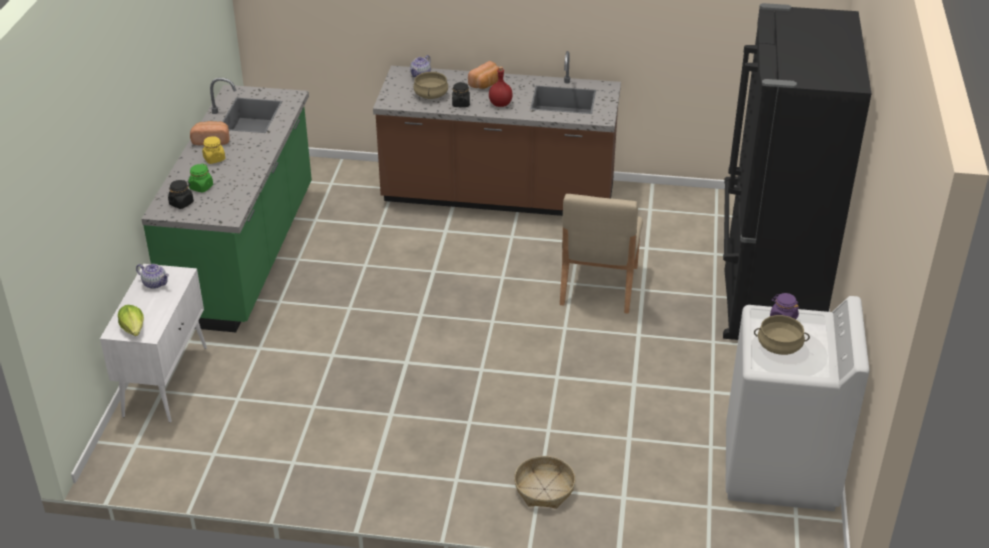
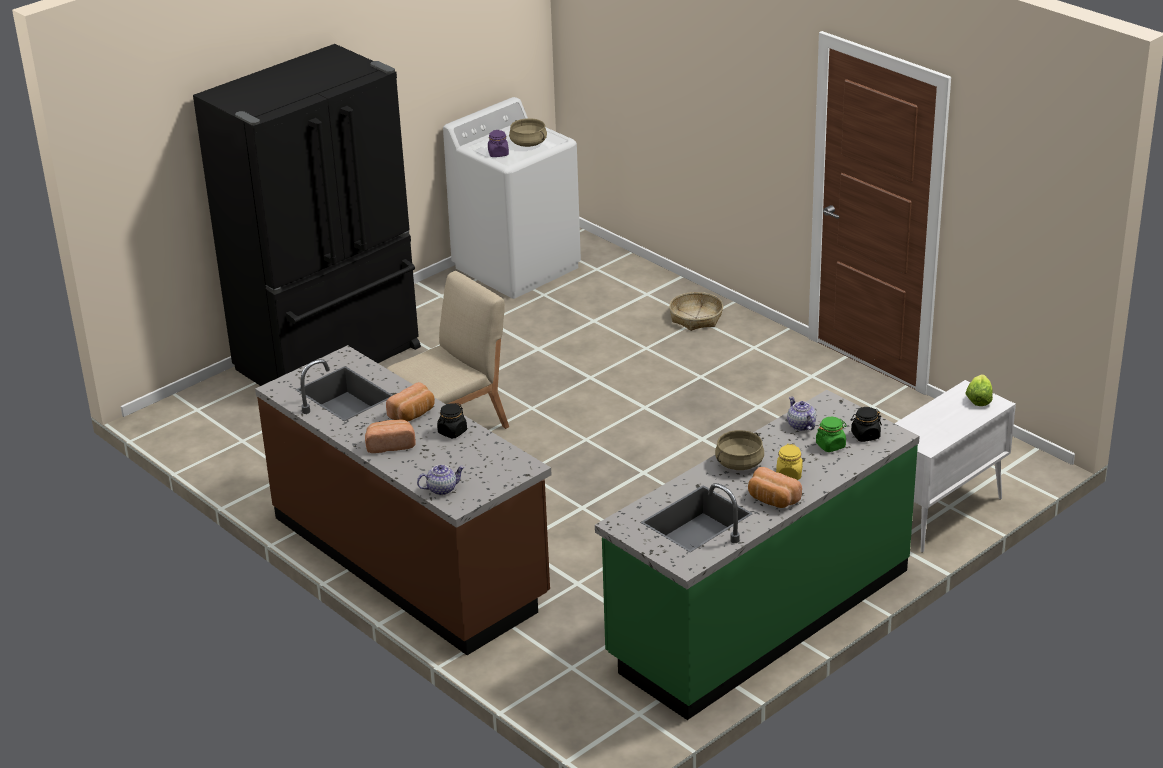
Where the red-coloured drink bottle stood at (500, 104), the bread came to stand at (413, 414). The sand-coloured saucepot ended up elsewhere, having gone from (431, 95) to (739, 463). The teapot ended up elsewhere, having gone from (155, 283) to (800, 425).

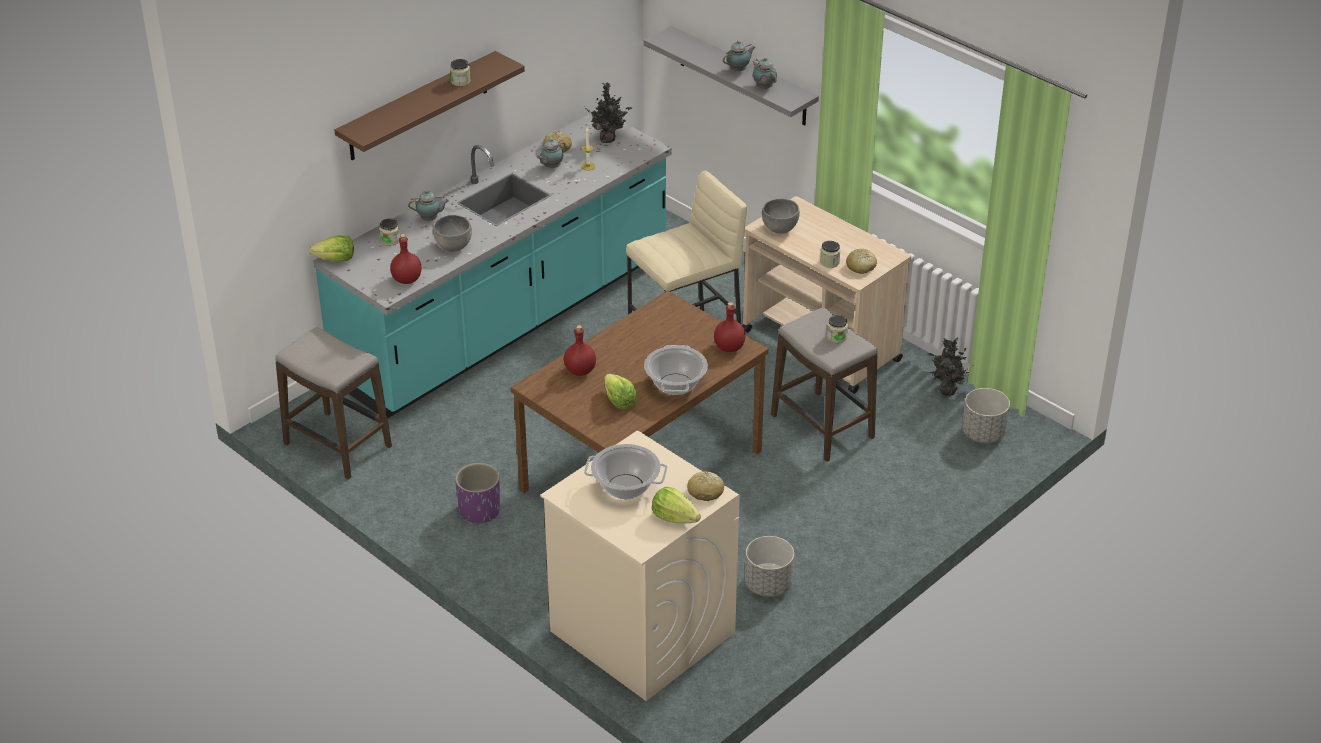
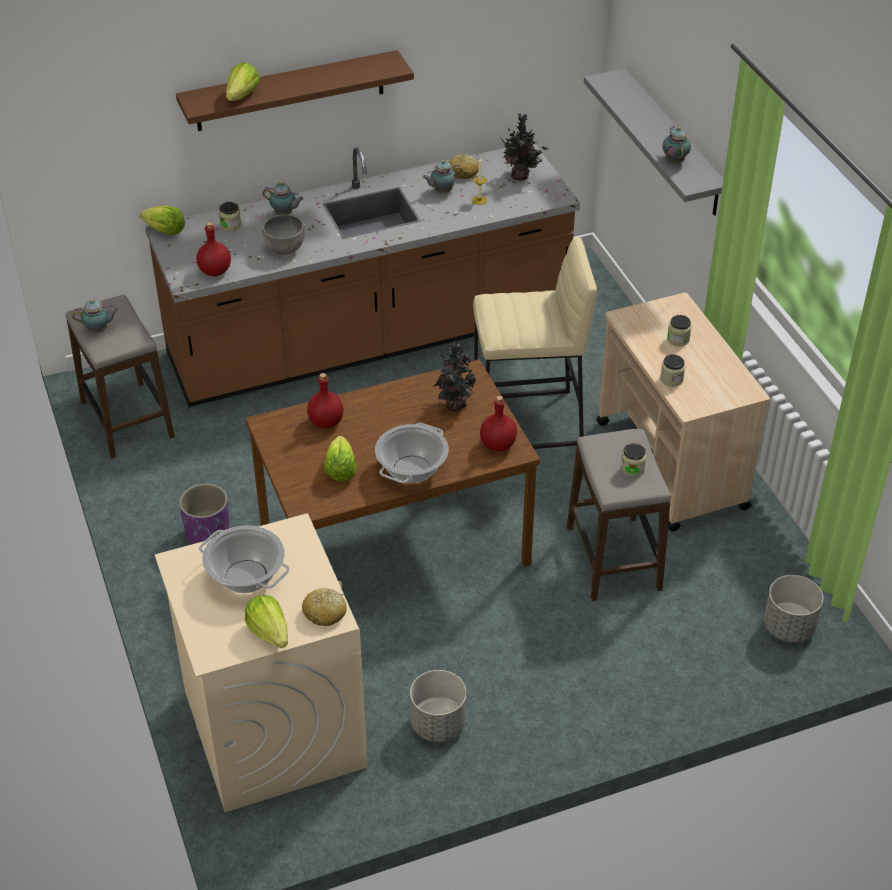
The teapot ended up elsewhere, having gone from (739, 70) to (99, 330). The jar ended up elsewhere, having gone from (460, 81) to (678, 339). What was the turquoise-coloured counter at (506, 321) turned into the brownish counter at (369, 339). The second view lost the grey deep dish at (779, 229). The second view lost the bread at (861, 266). The potted plant ended up elsewhere, having gone from (946, 391) to (453, 404). The second view gained the lettuce head at (242, 95).

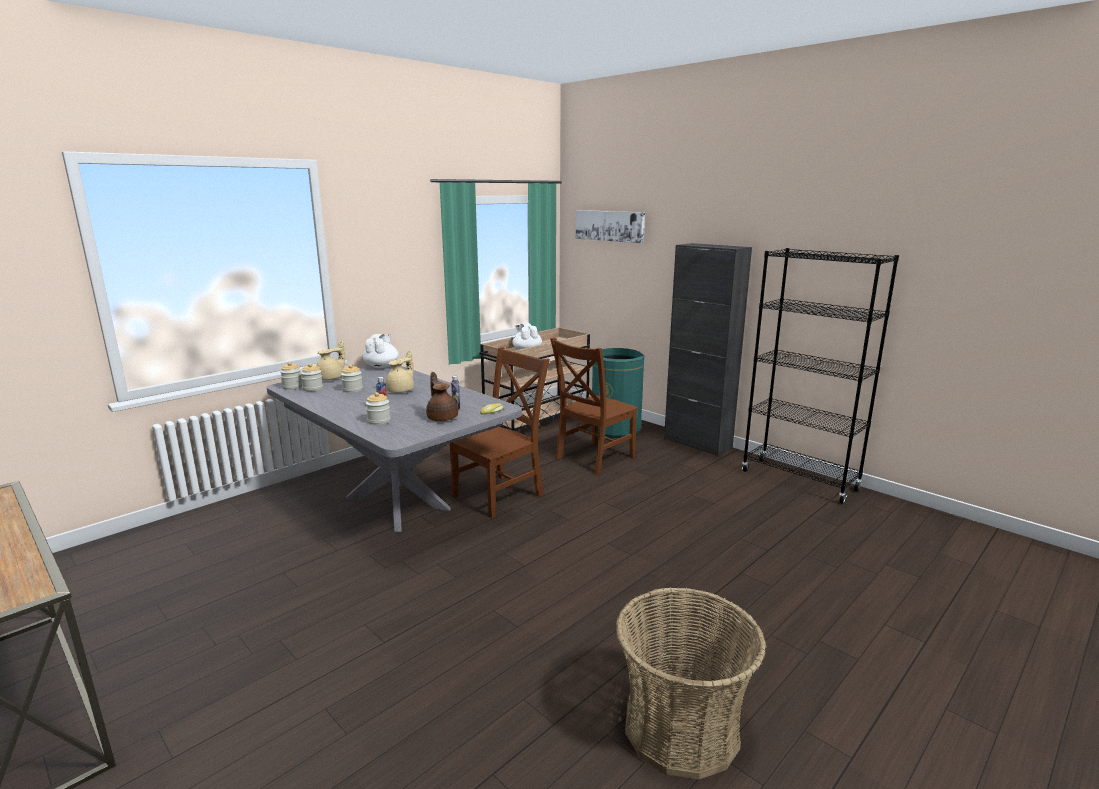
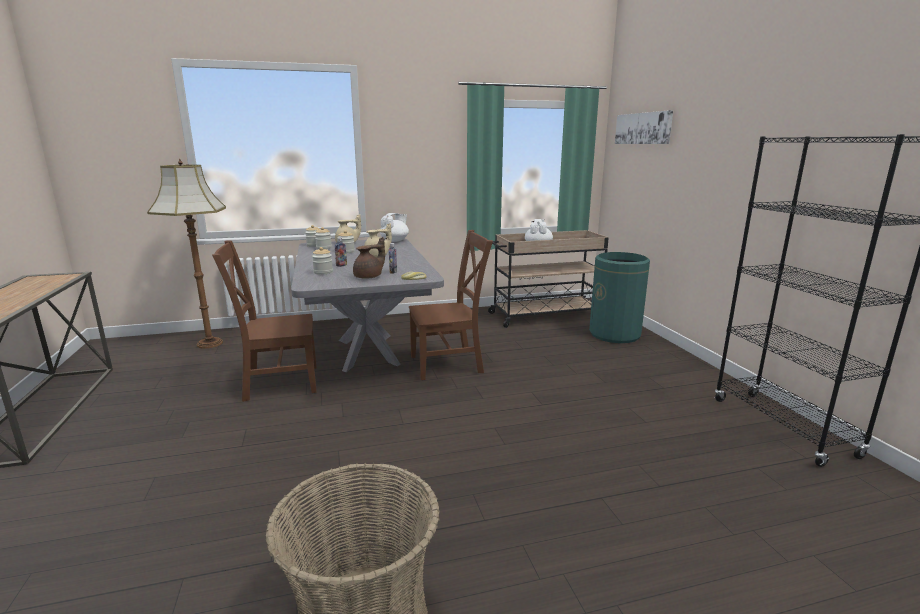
The second view lost the blackish cabinet at (697, 443). The brownish plain chair ended up elsewhere, having gone from (592, 458) to (277, 383). The brownish teapot at (442, 417) ended up facing another way, 45 degrees clockwise from before. The second view gained the standing lamp at (210, 344).

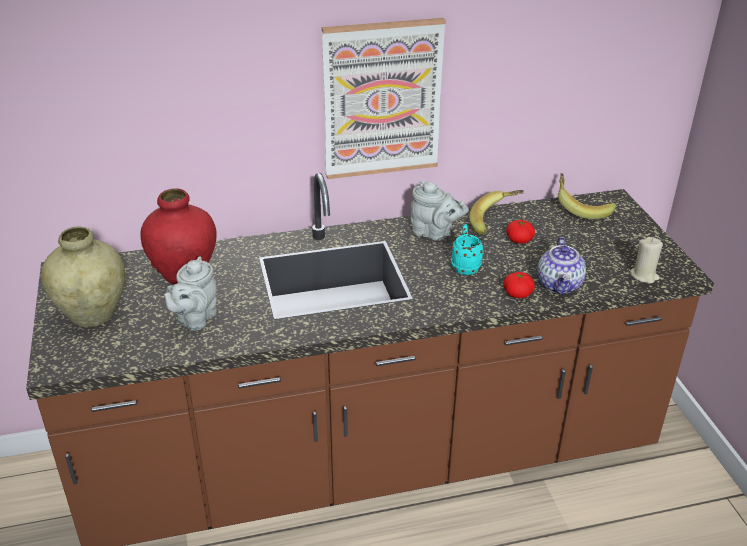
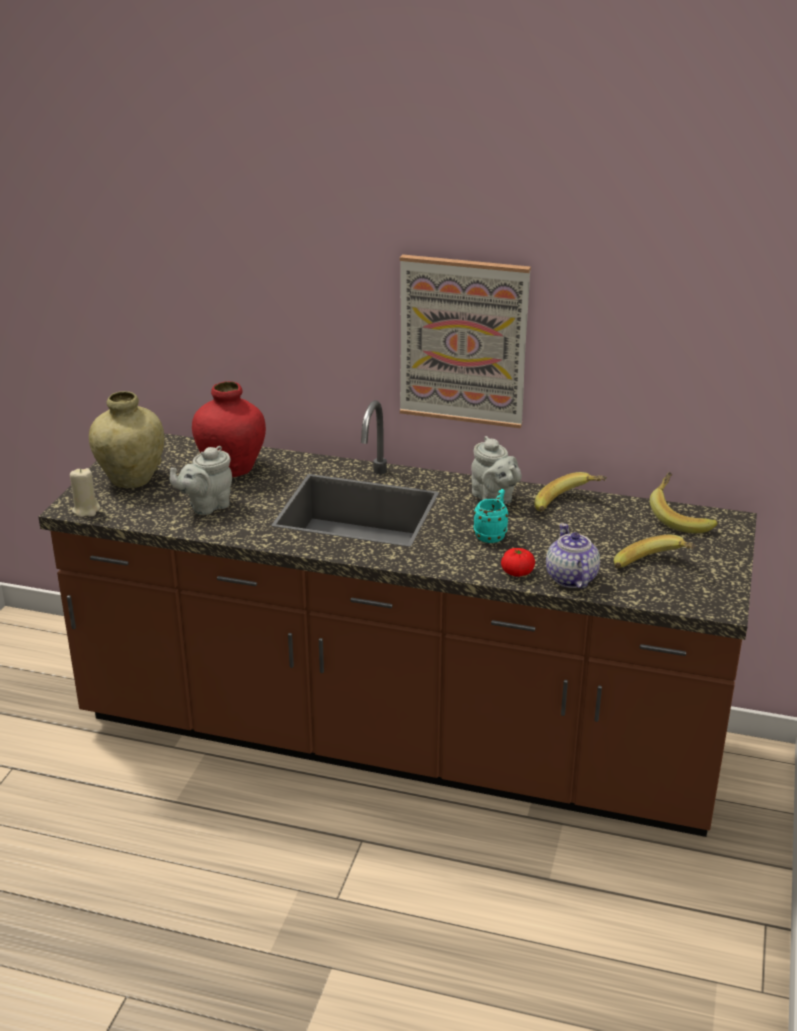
The second view lost the fresh tomato at (519, 240). The teapot at (560, 285) ended up facing another way, 135 degrees clockwise from before. The sand-coloured candle ended up elsewhere, having gone from (644, 276) to (86, 510). The second view gained the banana at (654, 569).

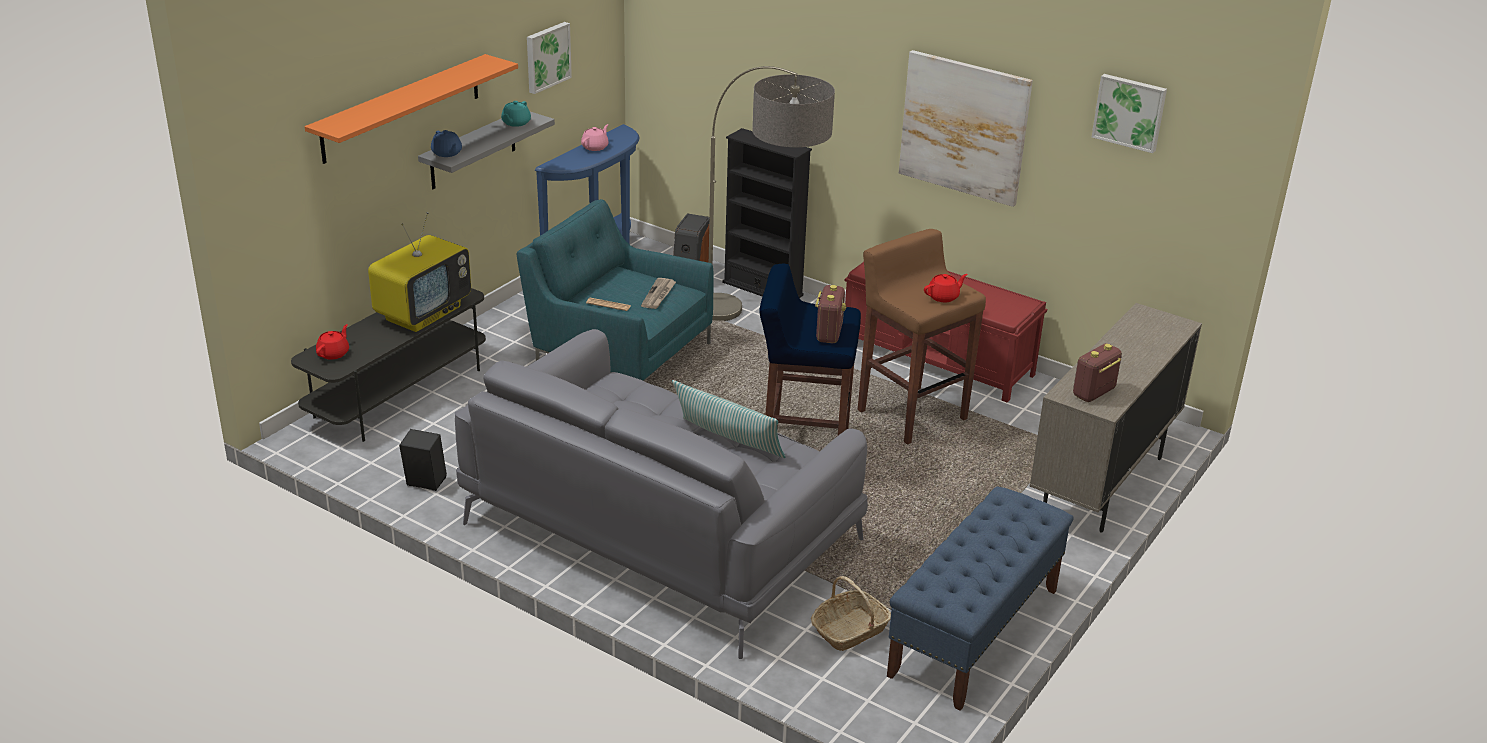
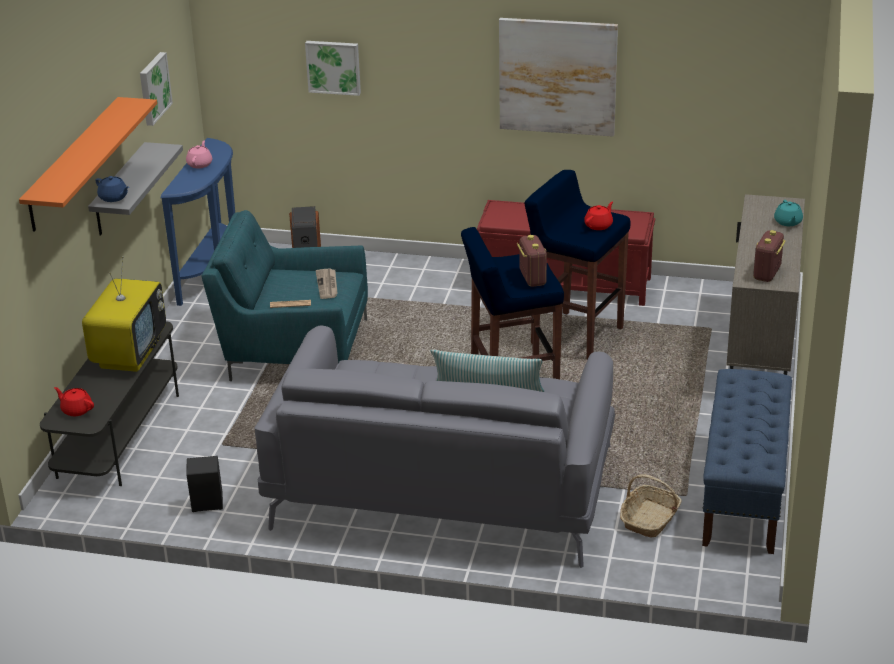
The second view lost the standing lamp at (760, 331). The wall art ended up elsewhere, having gone from (1130, 112) to (333, 67). The turquoise-coloured teapot ended up elsewhere, having gone from (515, 123) to (788, 222). The second view lost the blackish shelving unit at (762, 289). What was the brownish stool seat at (911, 414) turned into the blue stool seat at (575, 335). The red-coloured teapot at (334, 353) ended up facing another way, 60 degrees counterclockwise from before.

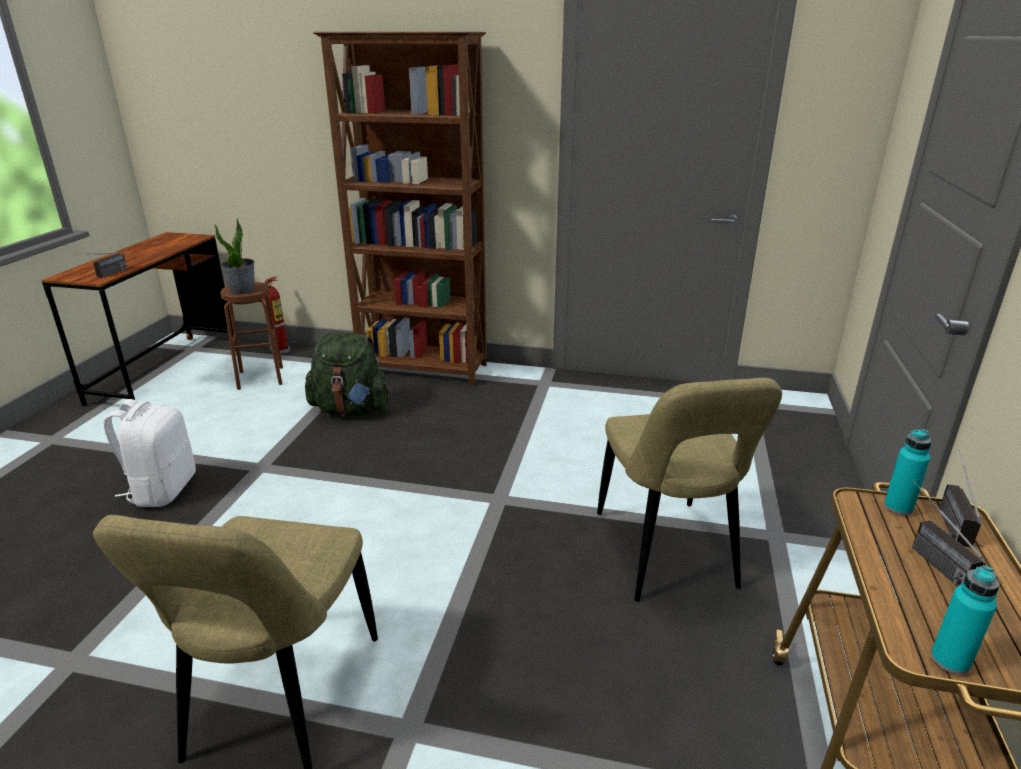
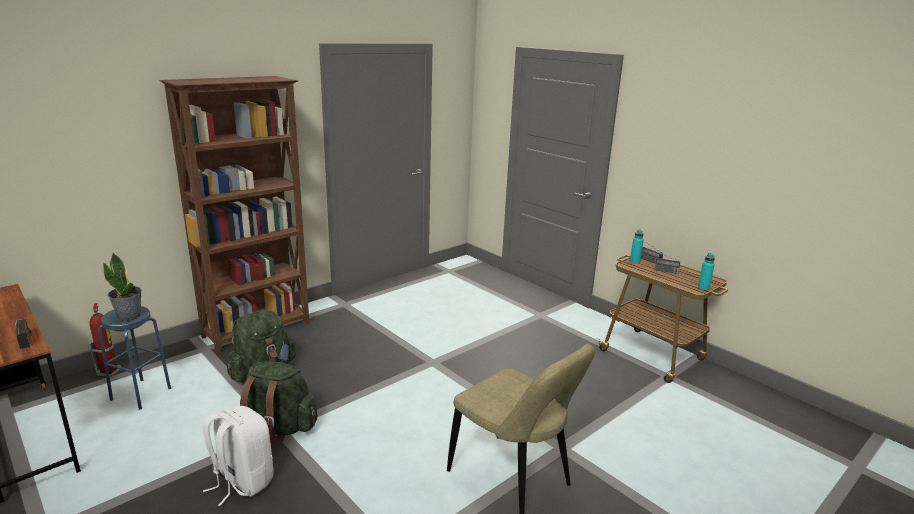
What was the brownish stool seat at (260, 378) turned into the blue stool seat at (141, 394). The second view lost the sand-coloured plain chair at (667, 554). The second view gained the greenish rucksack at (278, 428).

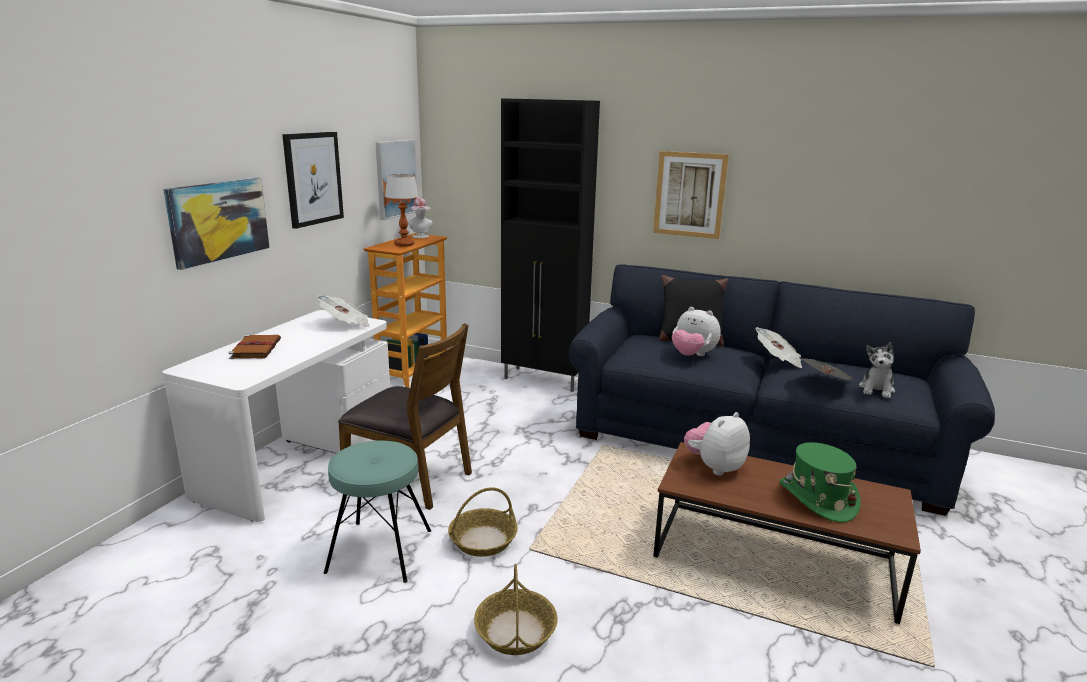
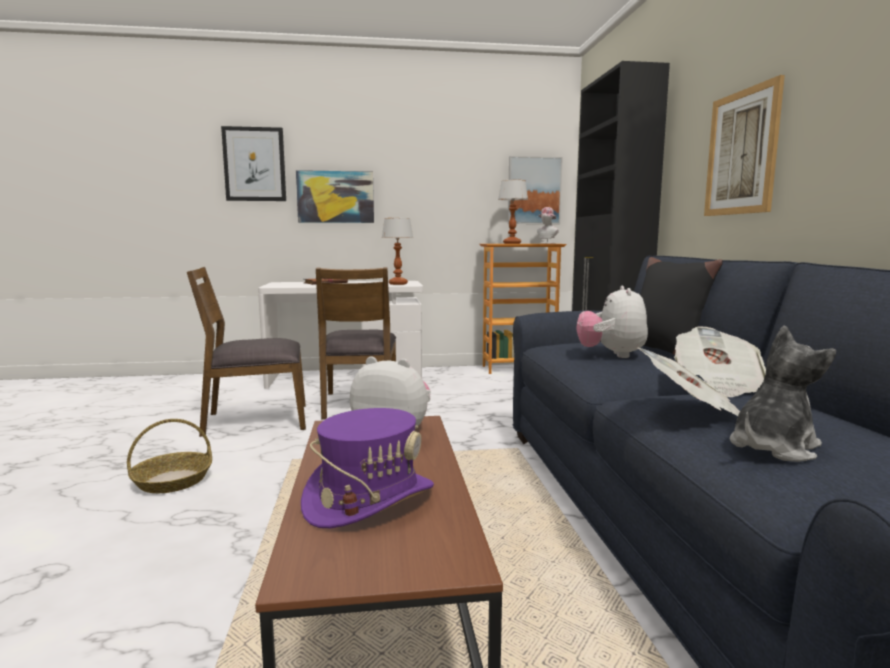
The wall art ended up elsewhere, having gone from (313, 178) to (254, 164). Where the newspaper stood at (346, 324), the lamp for a table came to stand at (398, 284). The soft toy at (876, 389) ended up facing another way, 150 degrees clockwise from before. Where the turquoise-coloured stool seat stood at (380, 550), the brownish plain chair came to stand at (255, 420). What was the greenish clothing hat at (817, 499) turned into the purple-coloured clothing hat at (369, 499). The second view lost the household basket at (483, 540).

